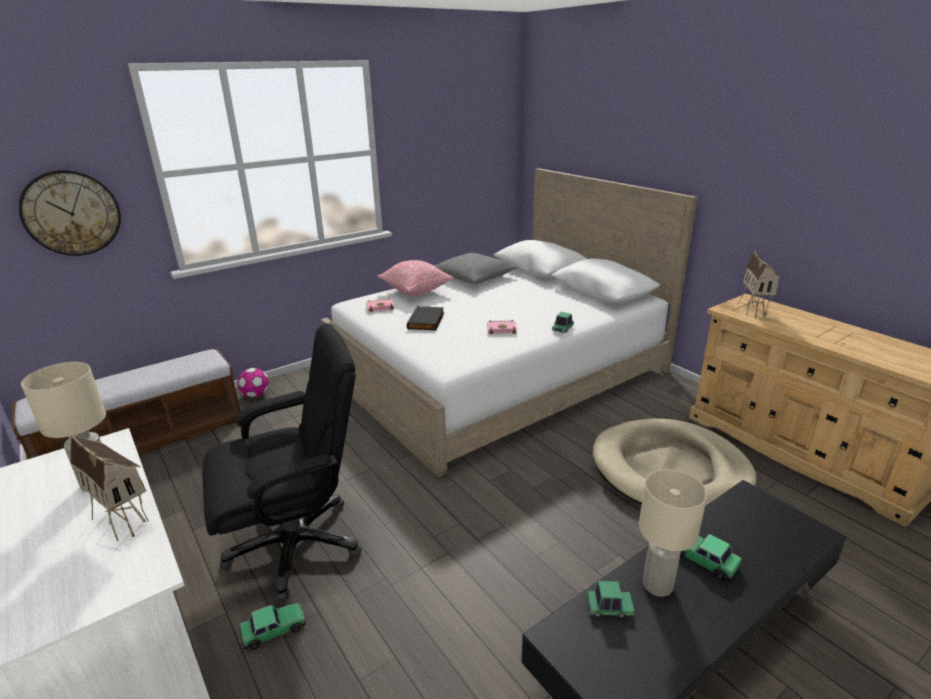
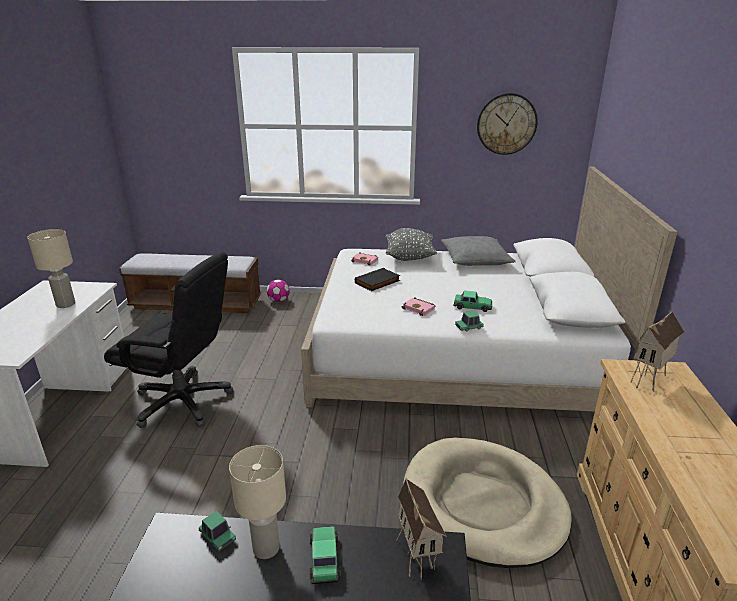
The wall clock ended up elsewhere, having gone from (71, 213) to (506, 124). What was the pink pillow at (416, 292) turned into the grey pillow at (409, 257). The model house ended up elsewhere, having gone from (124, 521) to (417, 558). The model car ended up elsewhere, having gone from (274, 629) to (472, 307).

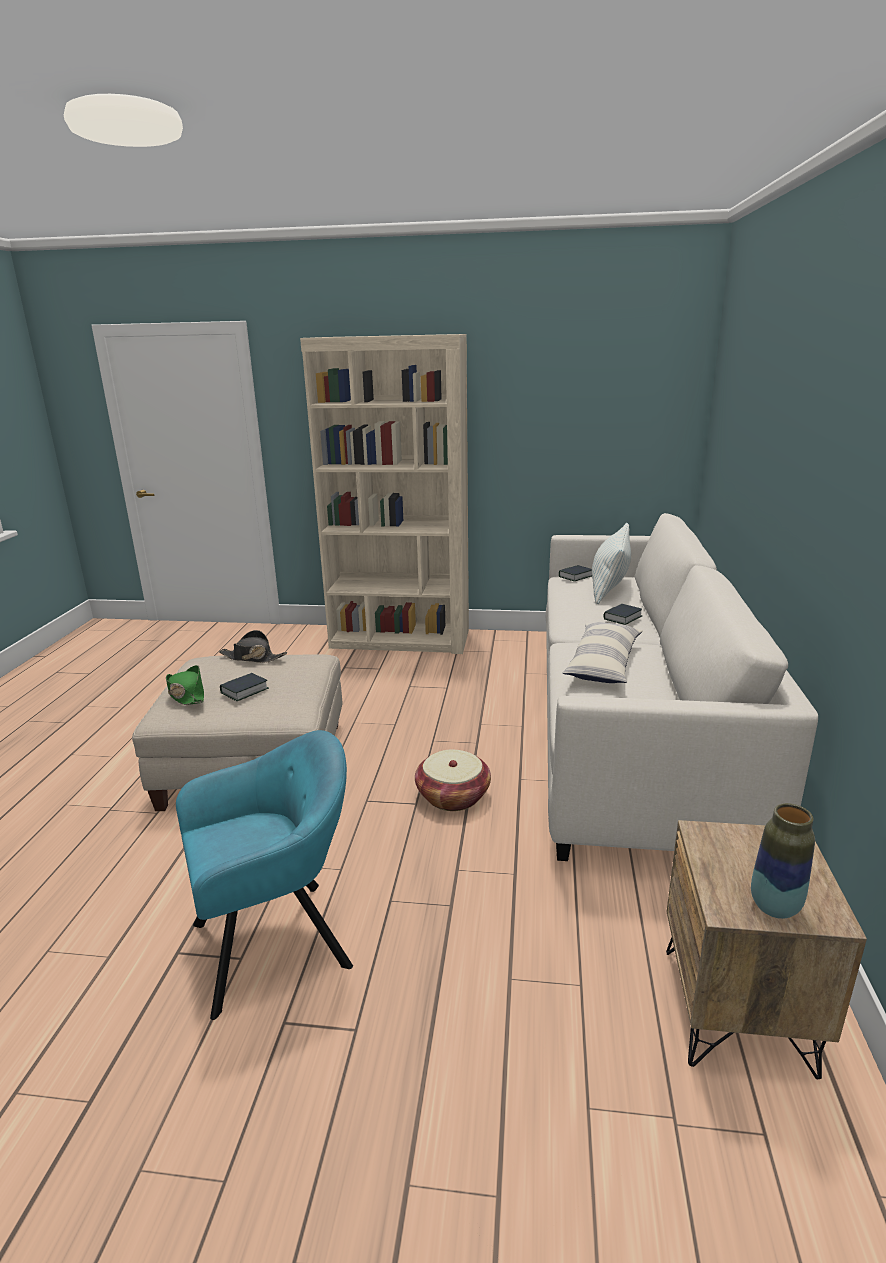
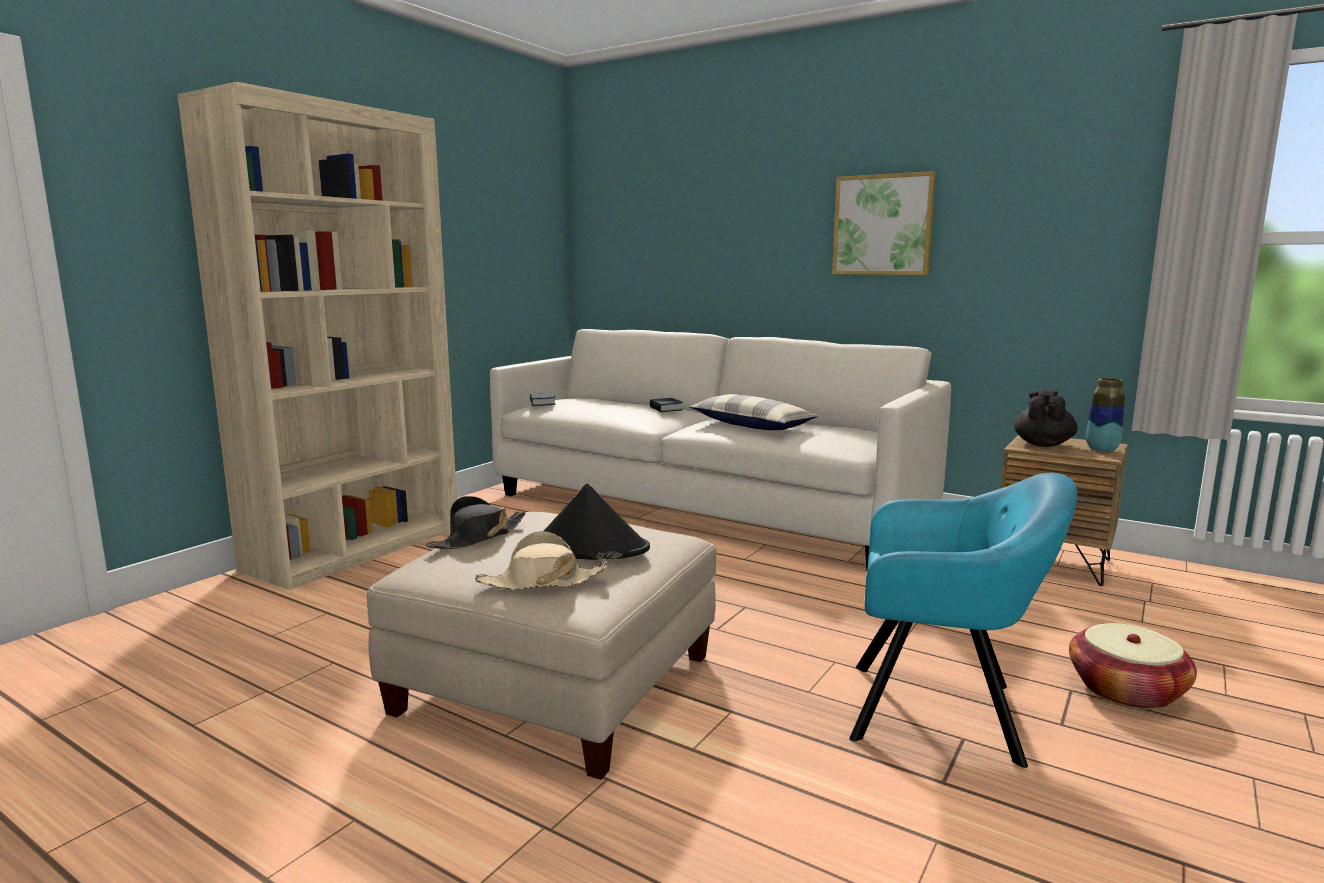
The second view lost the pillow at (609, 587). What was the greenish clothing hat at (186, 694) turned into the sand-coloured clothing hat at (542, 581). Where the volume stood at (244, 691), the blackish clothing hat came to stand at (590, 548). The turquoise-coloured lounge chair at (278, 942) ended up facing another way, 105 degrees clockwise from before. The household basket ended up elsewhere, having gone from (453, 796) to (1126, 691). The second view gained the wall art at (882, 225). The second view gained the blackish teapot at (1042, 444).

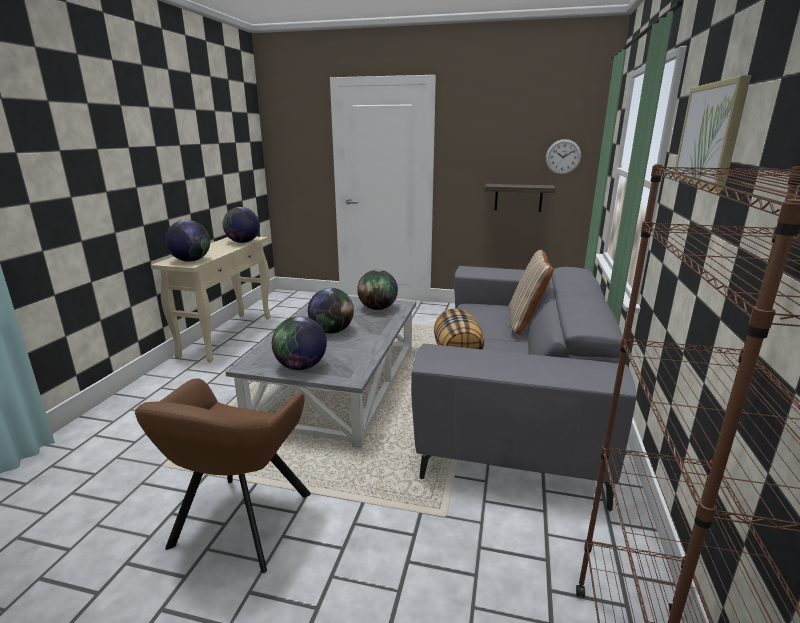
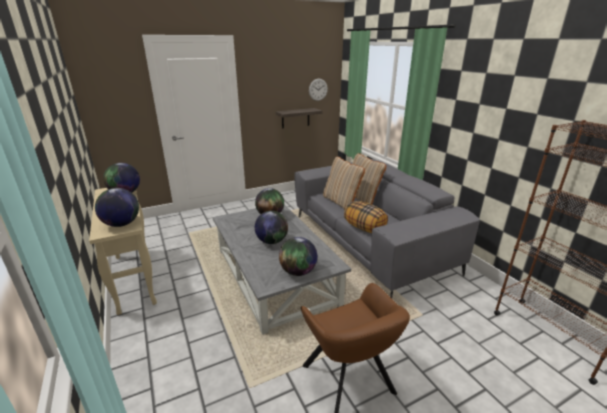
The second view lost the wall art at (710, 135). The second view gained the sand-coloured pillow at (341, 202).

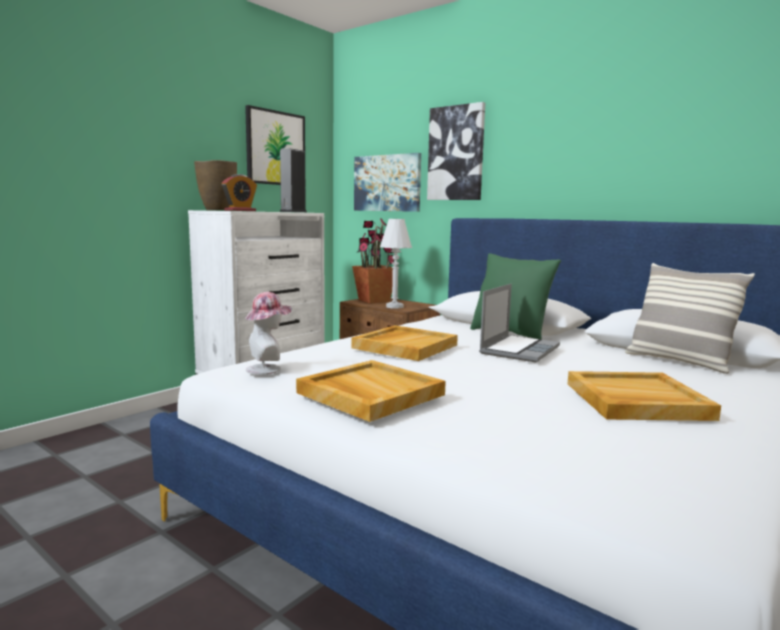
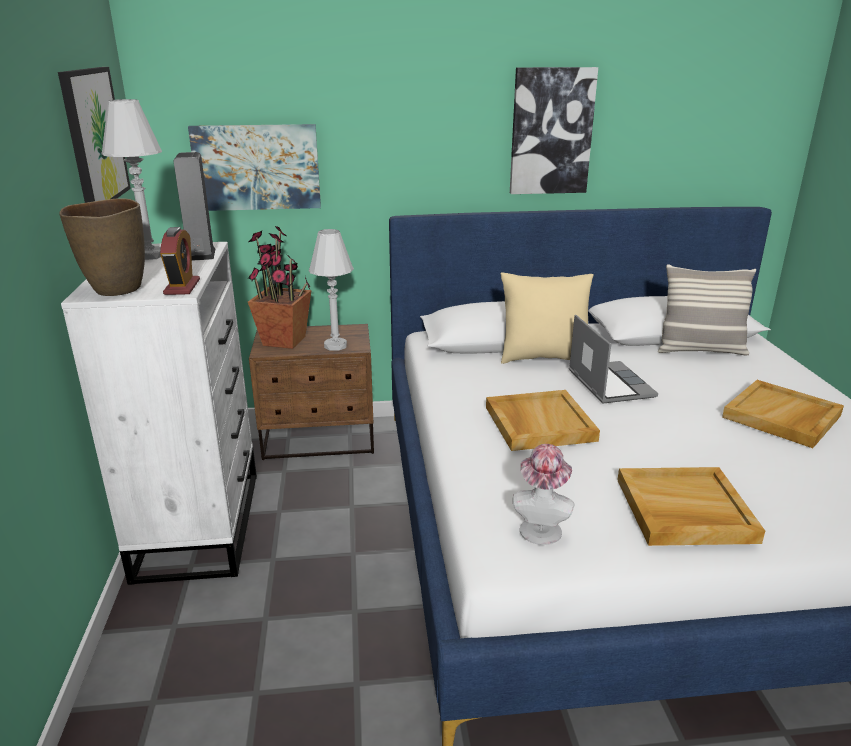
The wall art ended up elsewhere, having gone from (456, 153) to (551, 131). What was the greenish pillow at (510, 334) turned into the sand-coloured pillow at (543, 357). The second view gained the white lamp for a table at (150, 256).

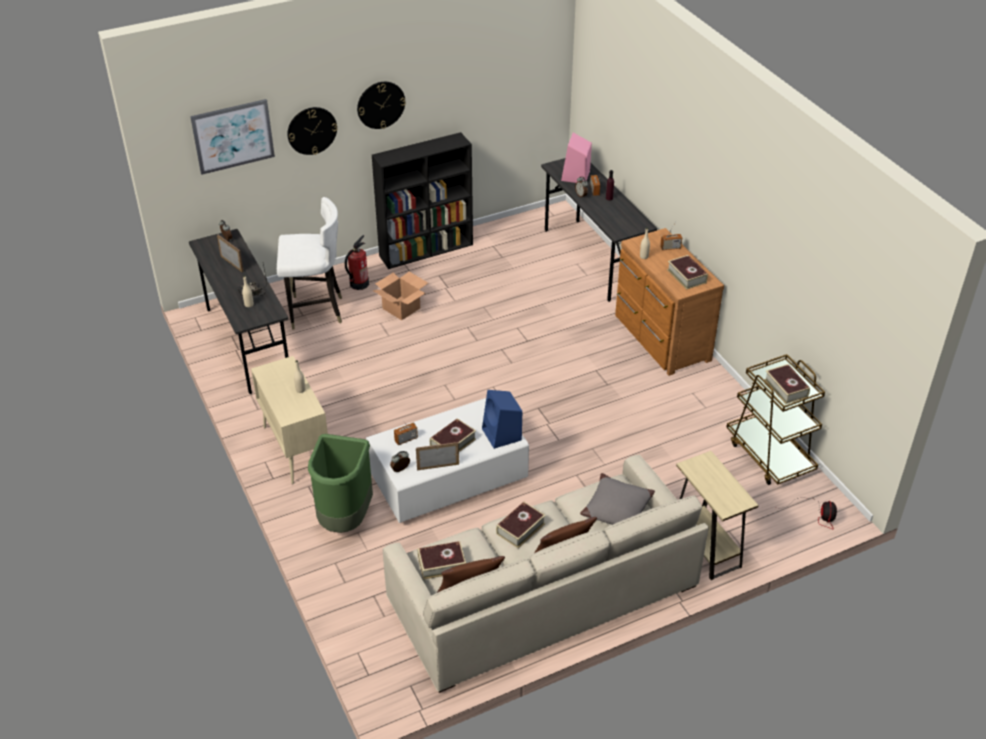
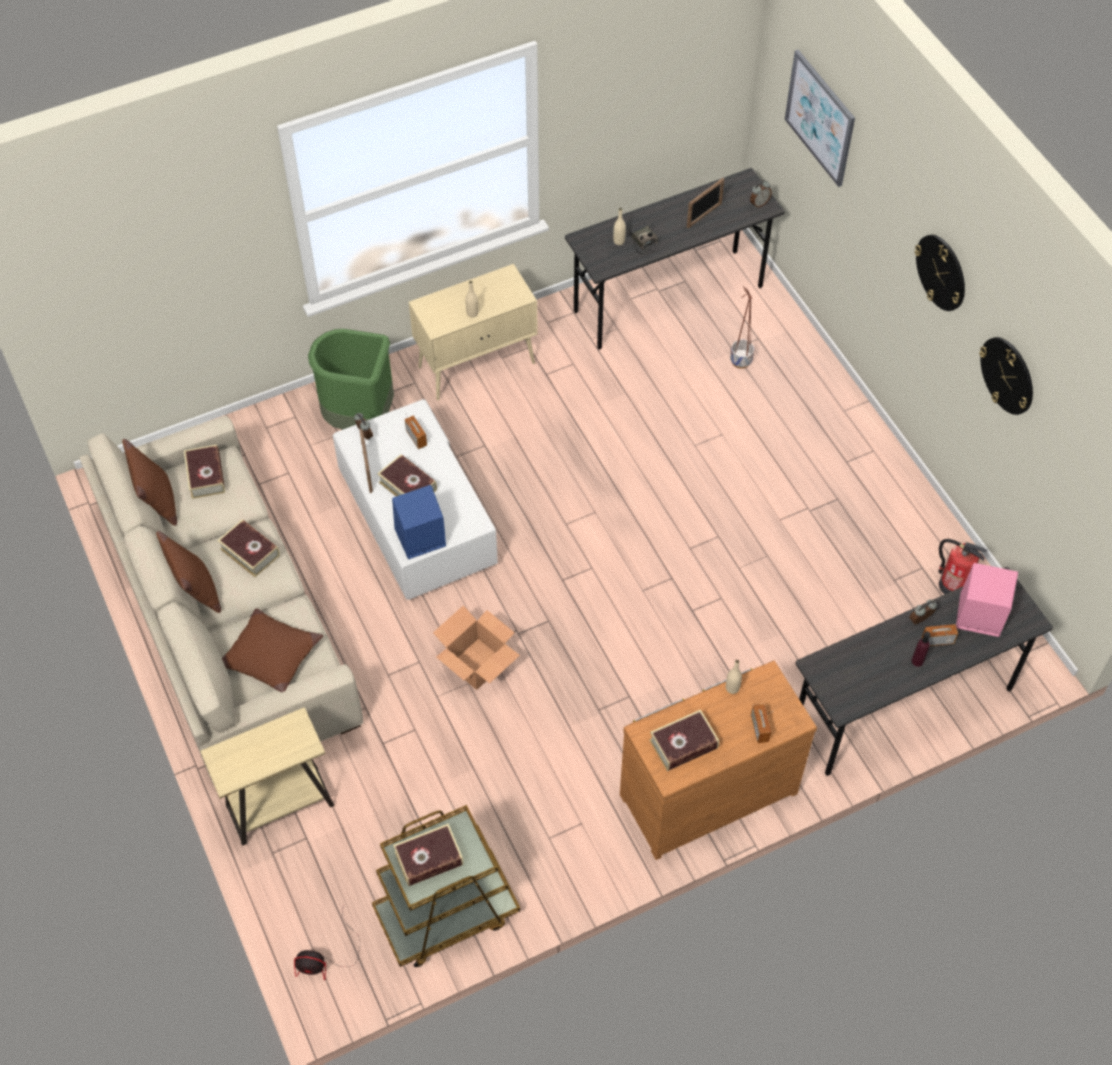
The wall clock ended up elsewhere, having gone from (312, 130) to (1007, 375). The second view lost the blackish shelving unit at (427, 250). Where the white plain chair stood at (315, 311), the plant pot came to stand at (740, 361). The extinguisher ended up elsewhere, having gone from (359, 284) to (953, 585). The packing box ended up elsewhere, having gone from (400, 308) to (477, 663). What was the grey pillow at (617, 509) turned into the brownish pillow at (271, 656).

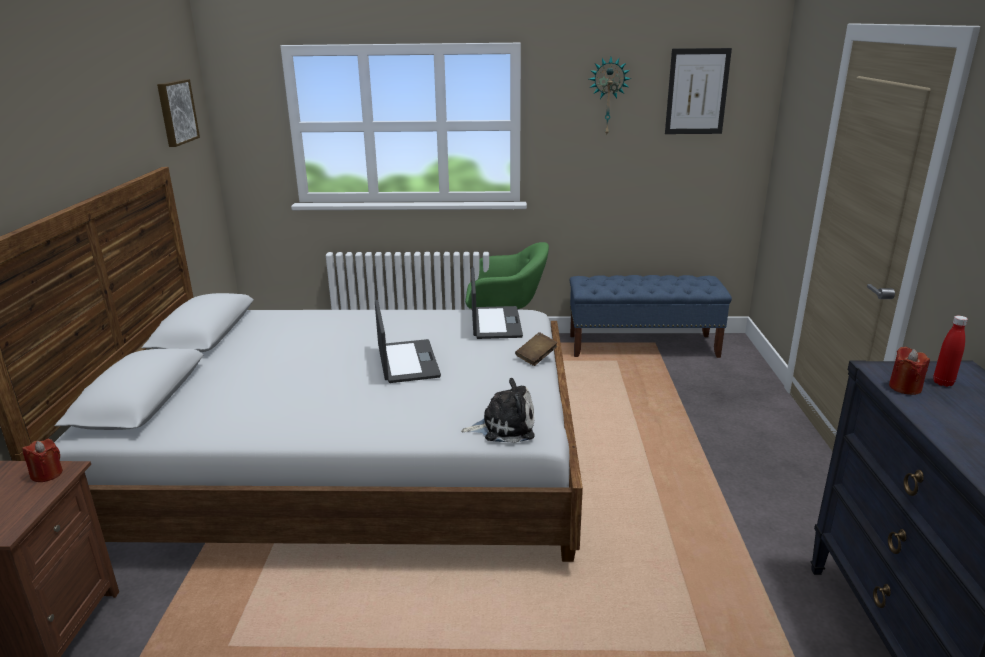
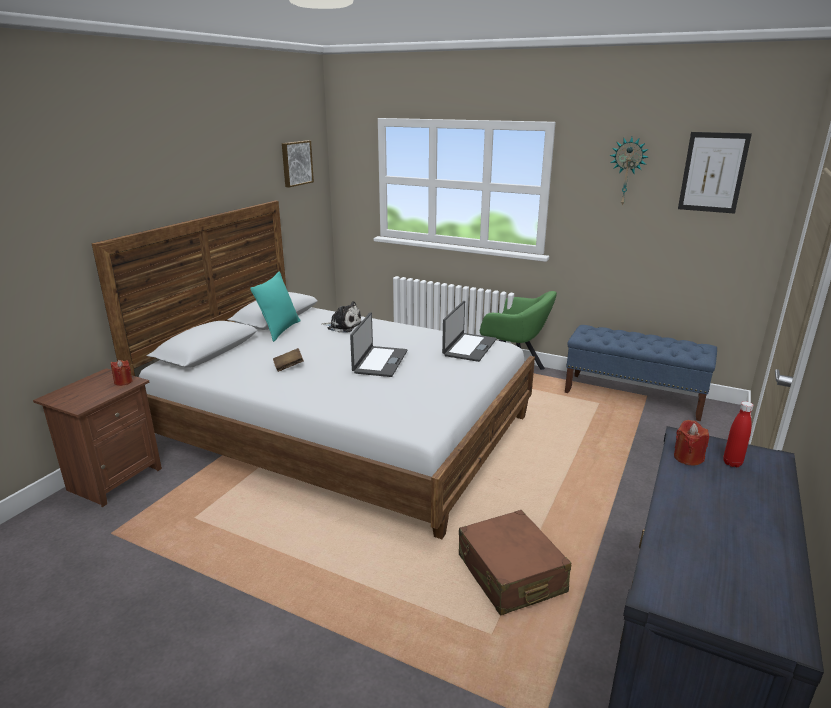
The brownish volume ended up elsewhere, having gone from (536, 357) to (288, 366). The soft toy ended up elsewhere, having gone from (504, 427) to (343, 326). The second view gained the turquoise-coloured pillow at (280, 330). The second view gained the brownish piece of luggage at (510, 574).

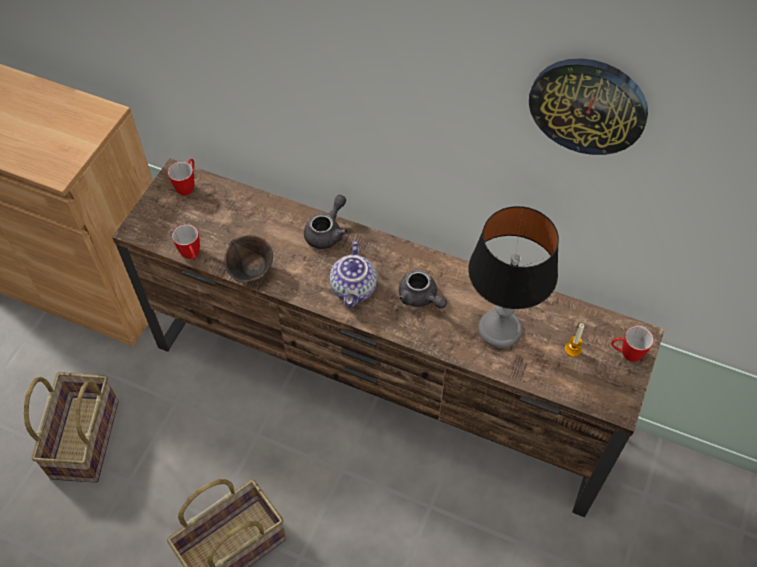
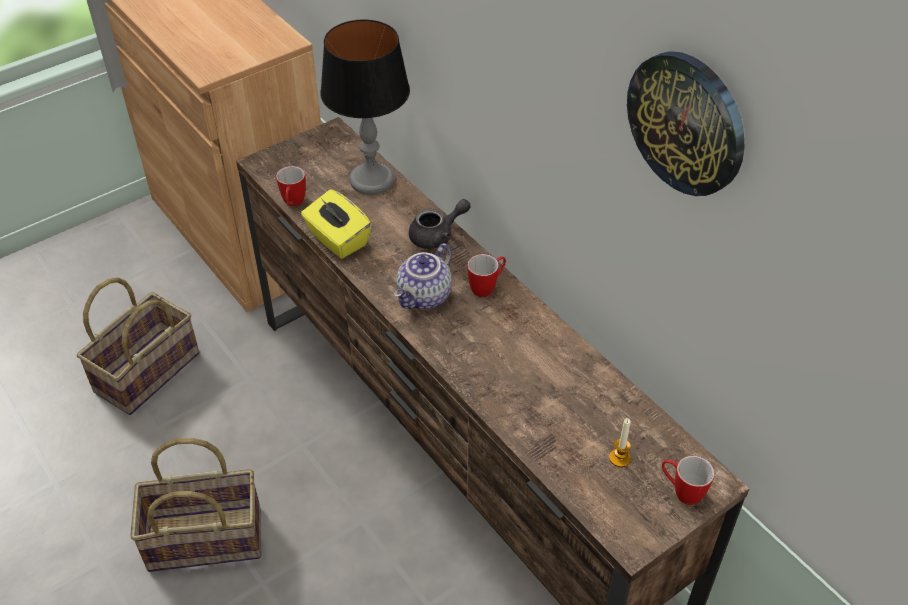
The mug ended up elsewhere, having gone from (188, 186) to (487, 287). The lamp for a table ended up elsewhere, having gone from (499, 330) to (371, 180). Where the brownish deep dish stood at (252, 271), the yellow tissue box came to stand at (337, 240). The second view lost the grey teapot at (420, 298).

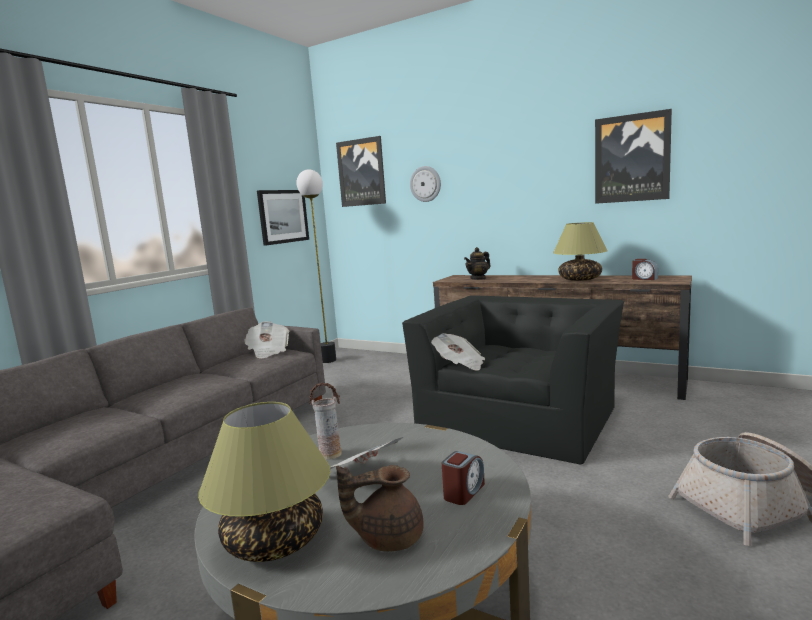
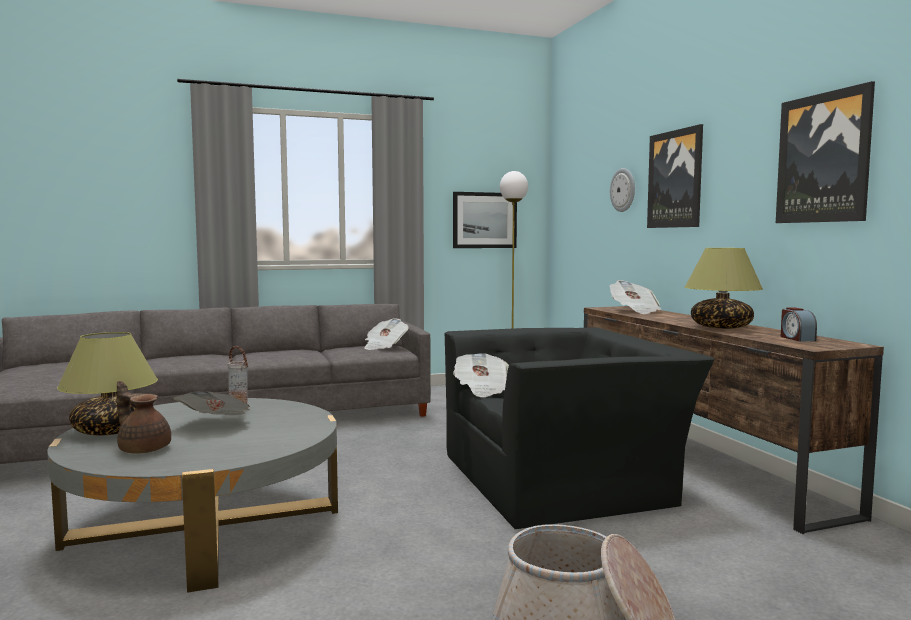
The wall art ended up elsewhere, having gone from (361, 172) to (675, 179). Where the teapot stood at (478, 278), the newspaper came to stand at (634, 311). The second view lost the bedside clock at (463, 492).

